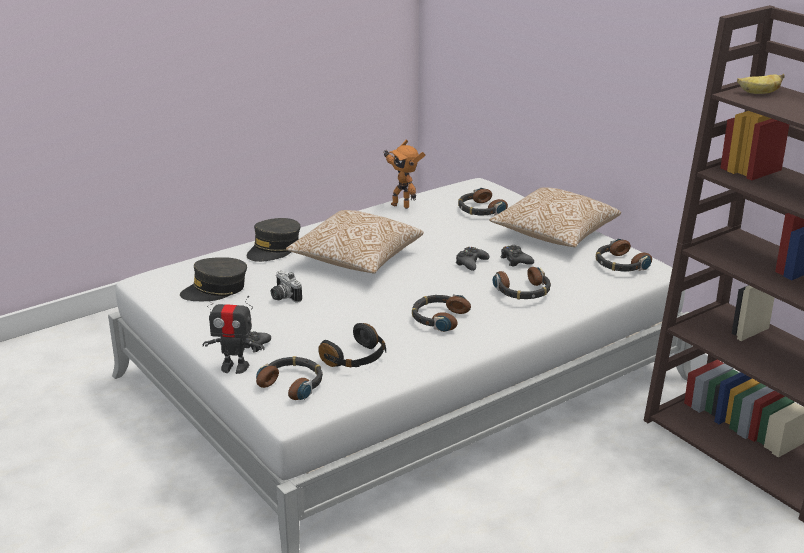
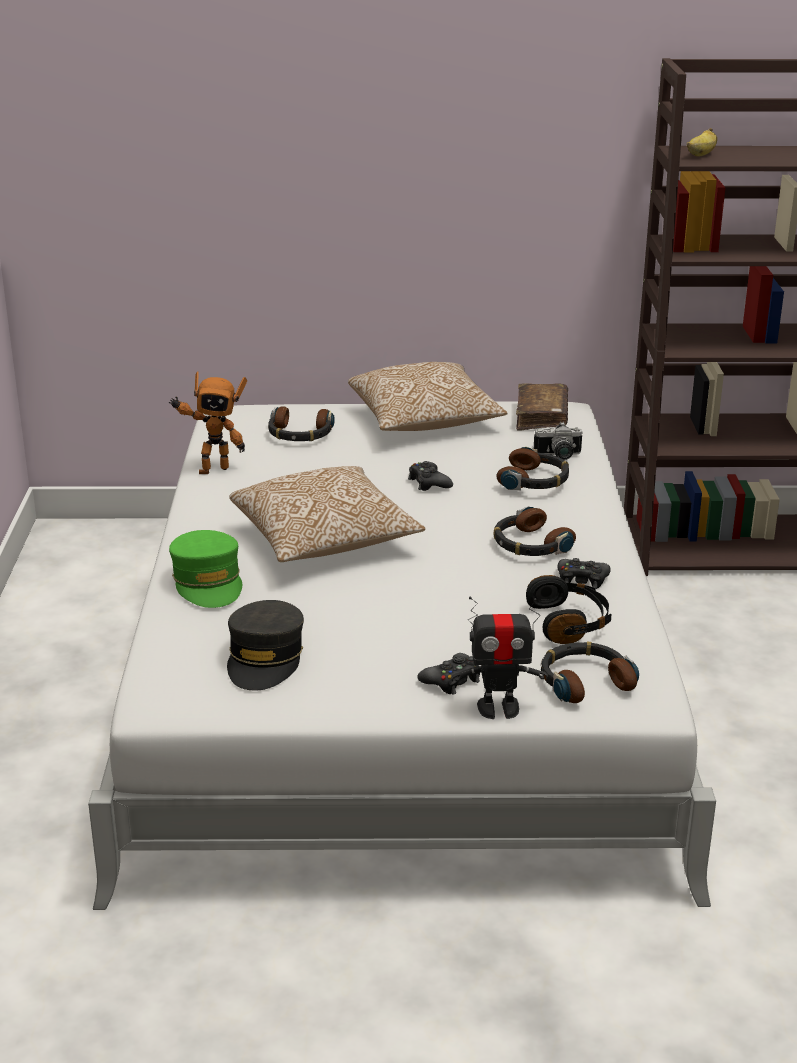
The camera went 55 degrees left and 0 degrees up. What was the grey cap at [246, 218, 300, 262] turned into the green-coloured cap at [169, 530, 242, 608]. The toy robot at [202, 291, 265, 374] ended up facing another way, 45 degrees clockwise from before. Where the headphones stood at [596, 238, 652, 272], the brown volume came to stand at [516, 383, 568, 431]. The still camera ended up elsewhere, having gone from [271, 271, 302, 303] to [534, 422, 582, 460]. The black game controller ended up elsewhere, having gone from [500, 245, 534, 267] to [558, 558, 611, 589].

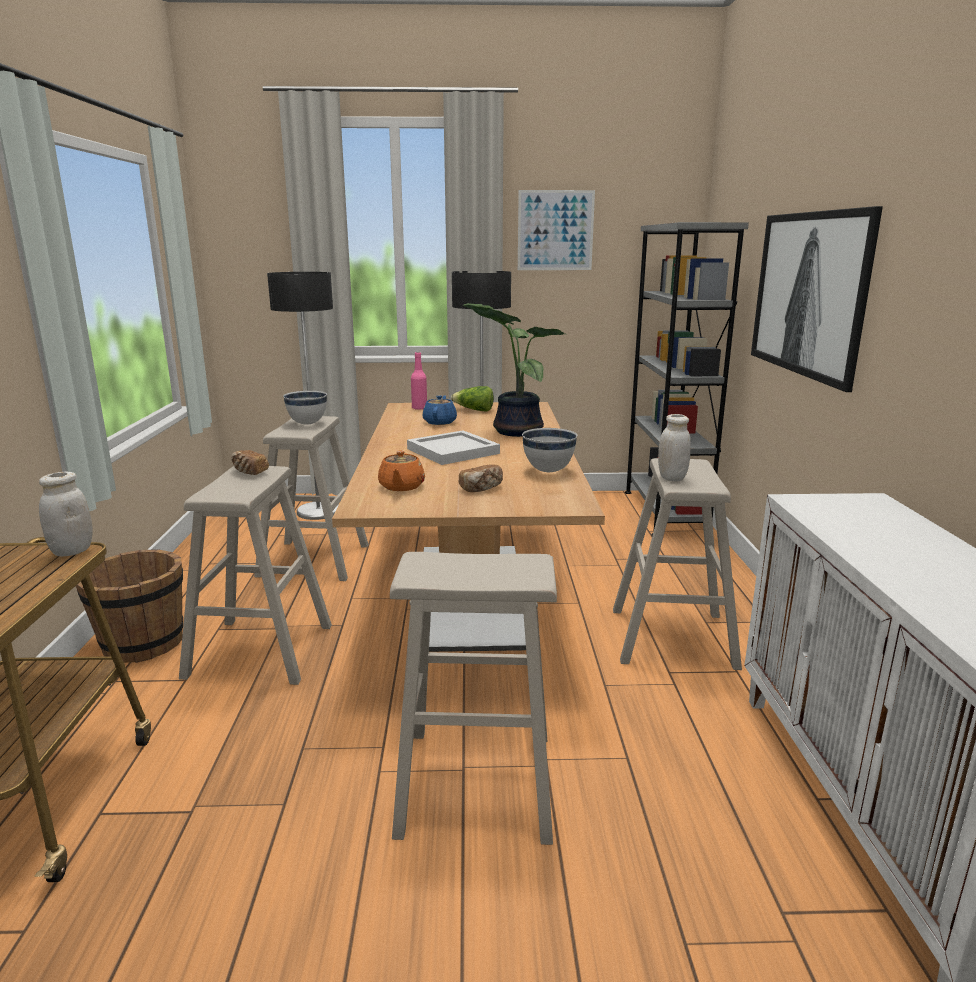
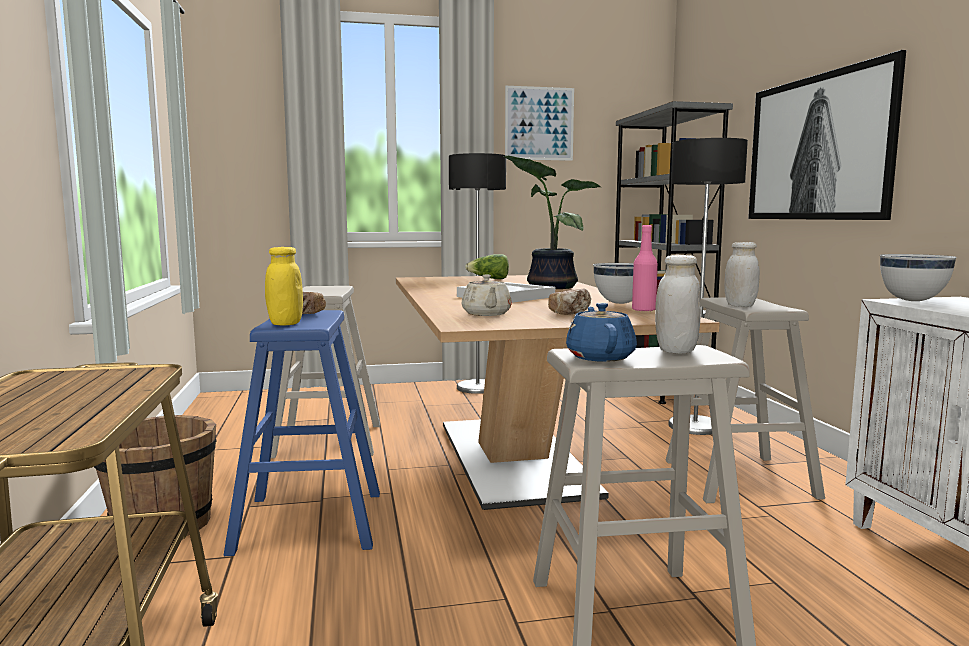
The camera went 10 degrees left and 10 degrees down. What was the sand-coloured stool at [179, 466, 332, 685] turned into the blue stool at [223, 310, 380, 556]. The second view gained the yellow jar at [265, 247, 303, 326]. What was the orange-coloured teapot at [378, 450, 425, 491] turned into the sand-coloured teapot at [461, 274, 512, 316]. The blue teapot ended up elsewhere, having gone from [423, 395, 457, 425] to [566, 303, 637, 362]. The pink-coloured bottle ended up elsewhere, having gone from [411, 352, 427, 410] to [632, 225, 658, 312]. The whitish jar ended up elsewhere, having gone from [39, 472, 93, 556] to [655, 255, 701, 353]. The standard lamp ended up elsewhere, having gone from [267, 272, 338, 520] to [668, 138, 748, 435]. The whitish bowl ended up elsewhere, having gone from [283, 391, 327, 425] to [880, 254, 957, 301].

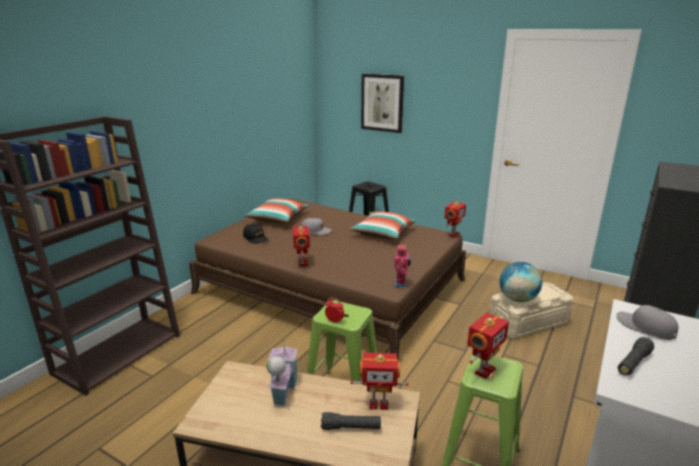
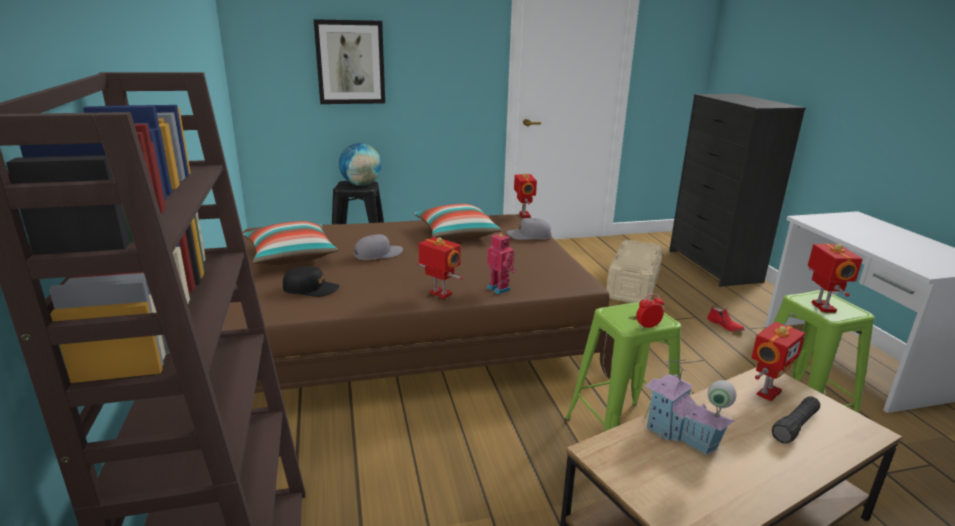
The camera went 45 degrees left and 0 degrees up. The world globe ended up elsewhere, having gone from [499, 262, 542, 302] to [339, 143, 382, 186]. The toy robot ended up elsewhere, having gone from [394, 245, 411, 287] to [486, 232, 516, 294]. The grey cap ended up elsewhere, having gone from [616, 305, 678, 340] to [507, 218, 552, 240]. The second view gained the red shoe at [707, 306, 745, 331]. The second view lost the black hand torch at [618, 337, 654, 376].

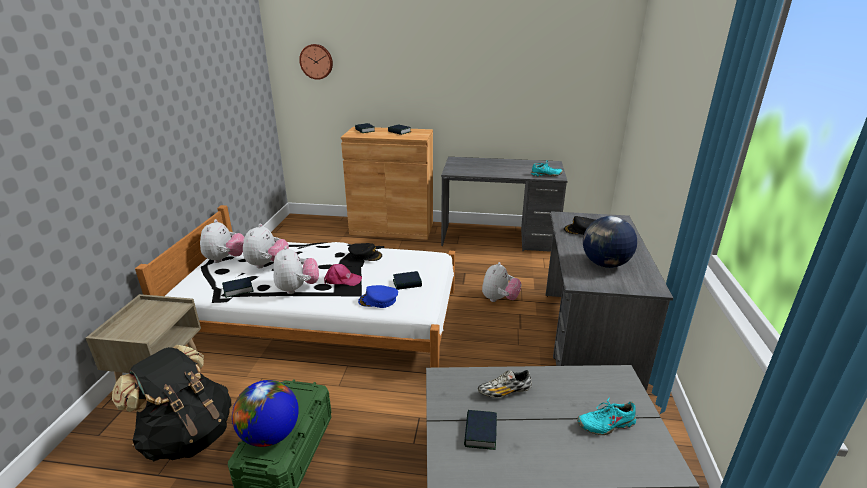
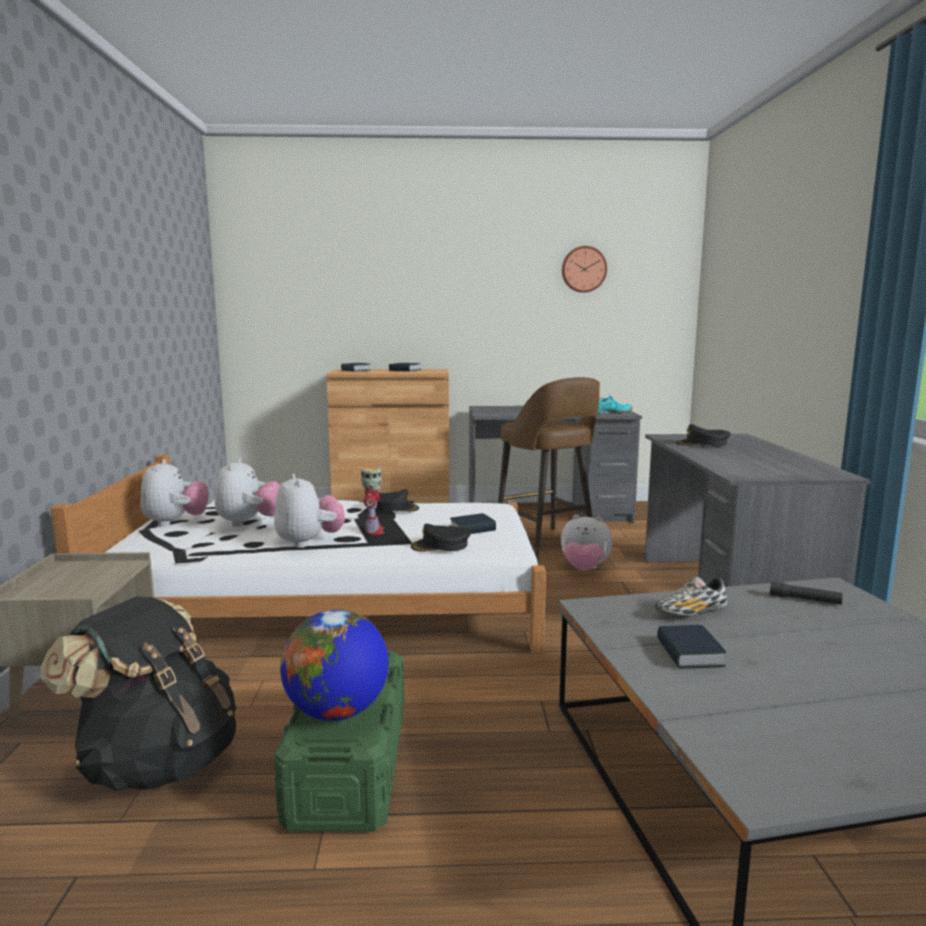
The camera went 10 degrees left and 15 degrees down. Where the pink-coloured cap stood at [324, 264, 362, 286], the toy robot came to stand at [361, 468, 384, 535]. What was the blue cap at [358, 285, 398, 308] turned into the black cap at [411, 524, 471, 552]. The second view gained the brown stool at [498, 377, 600, 560]. The plush toy at [482, 262, 521, 302] ended up facing another way, 90 degrees clockwise from before. The hanging clock ended up elsewhere, having gone from [299, 44, 333, 80] to [562, 246, 607, 293]. The second view gained the black hand torch at [770, 581, 843, 605]. The second view lost the volume at [222, 277, 254, 298]. The second view lost the turquoise shoe at [577, 398, 636, 435]. The second view lost the world globe at [583, 216, 637, 268].

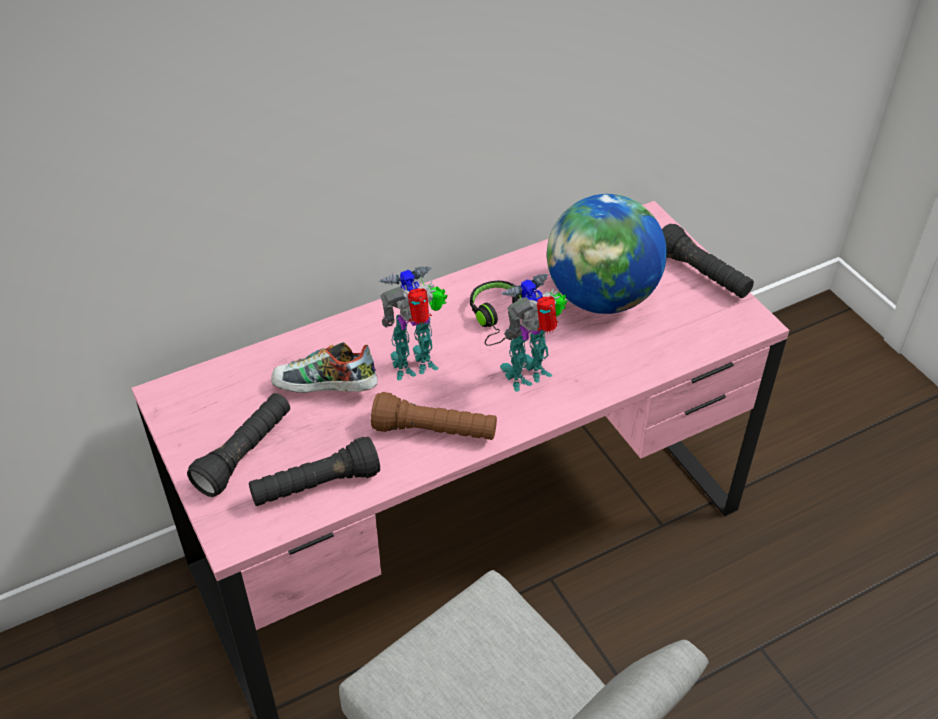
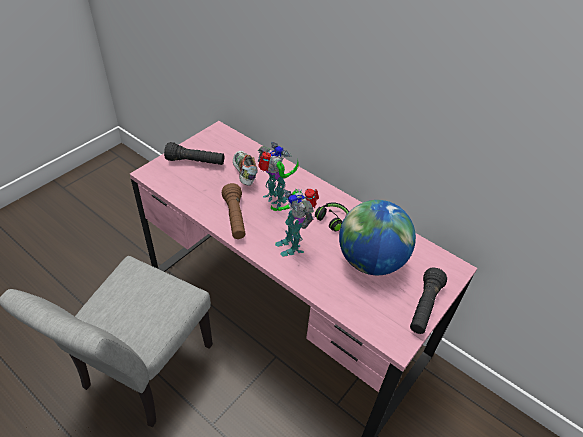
The camera went 65 degrees right and 0 degrees up. The toy robot at [500, 274, 568, 392] ended up facing another way, 150 degrees counterclockwise from before. The second view lost the black hand torch at [249, 437, 380, 506].

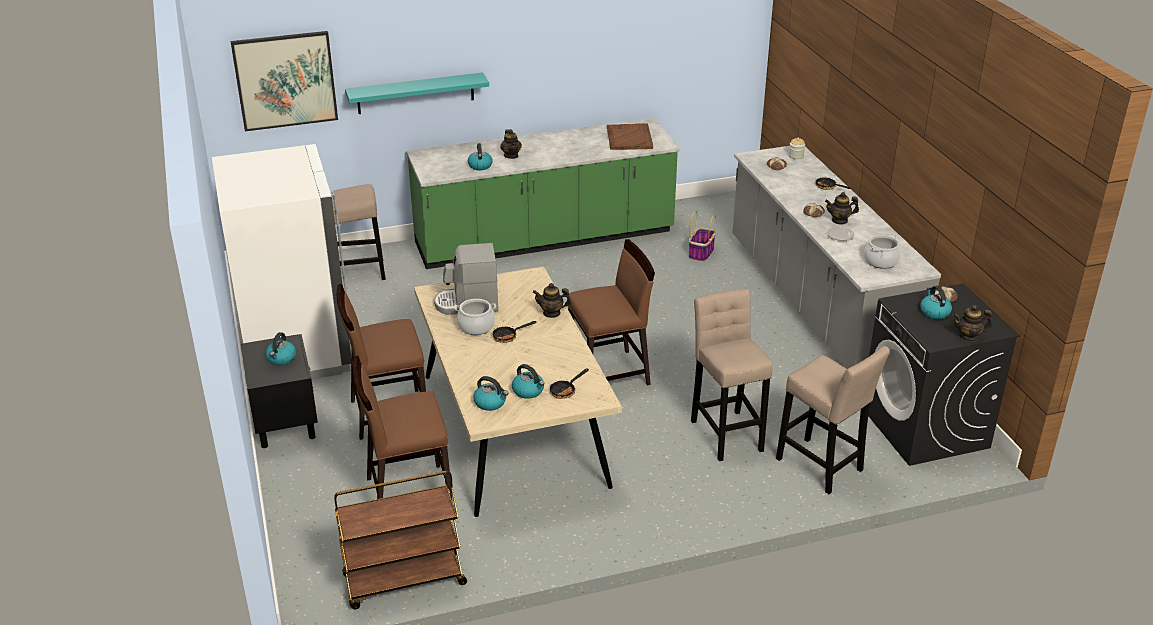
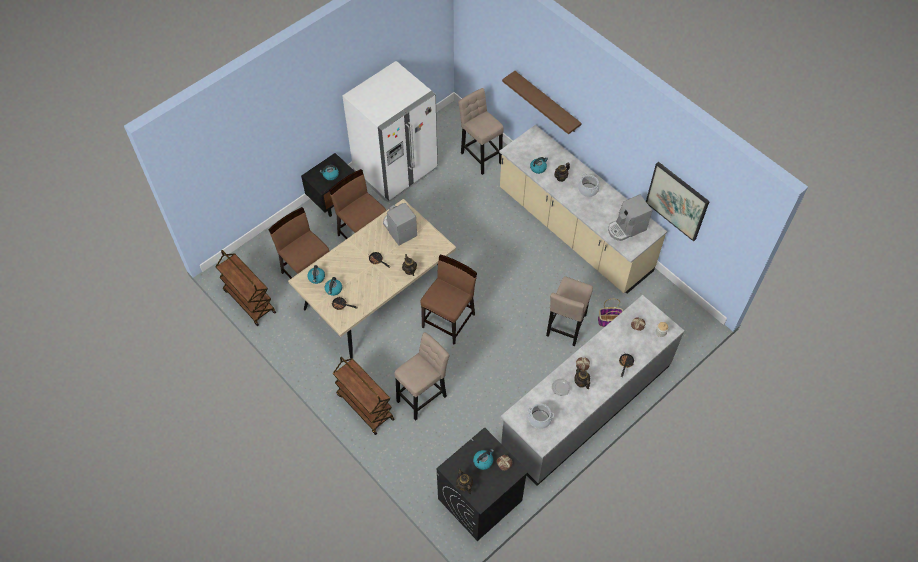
The camera went 65 degrees right and 25 degrees up. The second view gained the brown wheeled cart at [333, 357, 395, 435]. The brown chair at [568, 239, 655, 385] ended up facing another way, 105 degrees counterclockwise from before. What was the green-coloured counter at [406, 118, 680, 269] turned into the sand-coloured counter at [499, 125, 667, 293]. What was the turquoise wall shelf at [345, 72, 489, 114] turned into the brown wall shelf at [502, 71, 582, 134]. The sand-coloured stool ended up elsewhere, having gone from [776, 346, 890, 494] to [546, 276, 593, 346]. The stockpot ended up elsewhere, having gone from [454, 299, 496, 335] to [578, 173, 600, 197]. Where the brown carrying tray stood at [607, 123, 653, 150], the coffee brewer came to stand at [608, 194, 652, 241]. The wall picture ended up elsewhere, having gone from [230, 31, 338, 131] to [646, 162, 710, 242].

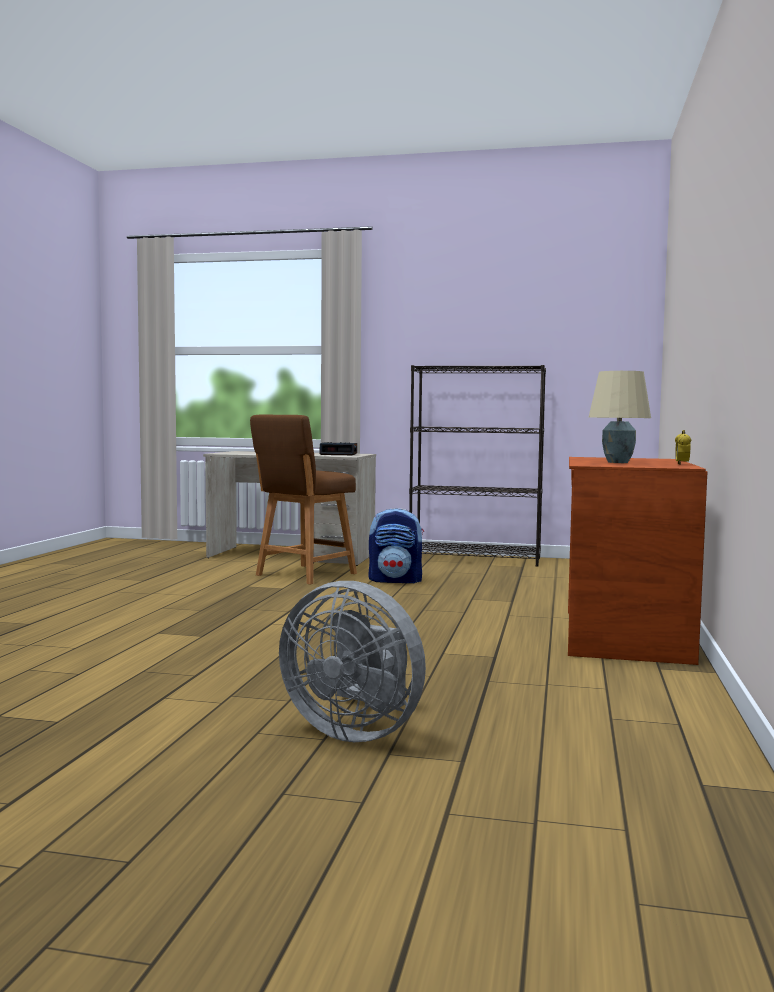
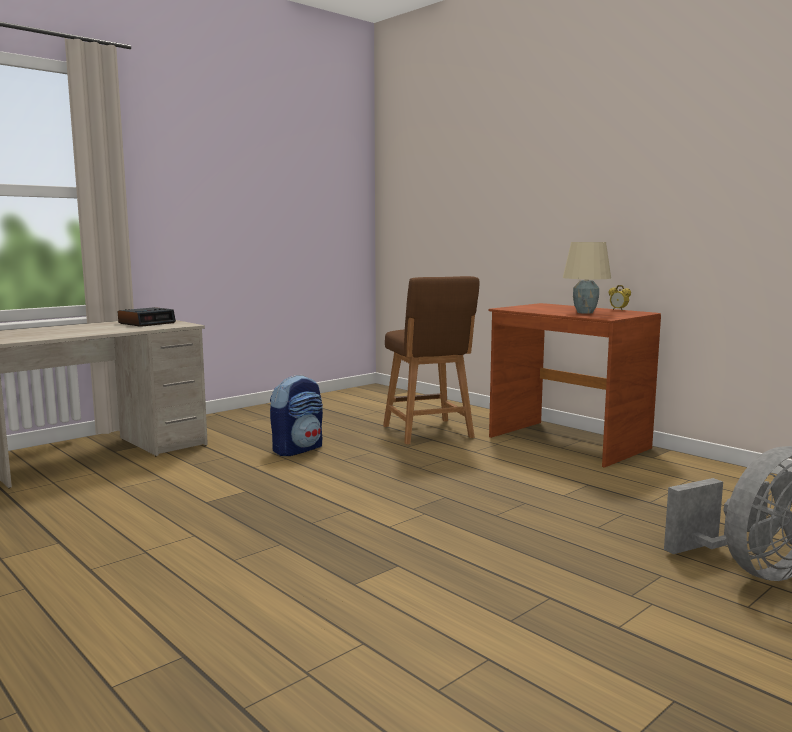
The camera went 55 degrees left and 5 degrees up. The brown stool ended up elsewhere, having gone from [250, 414, 357, 585] to [383, 276, 480, 444]. The second view lost the black bookcase at [409, 365, 546, 567].

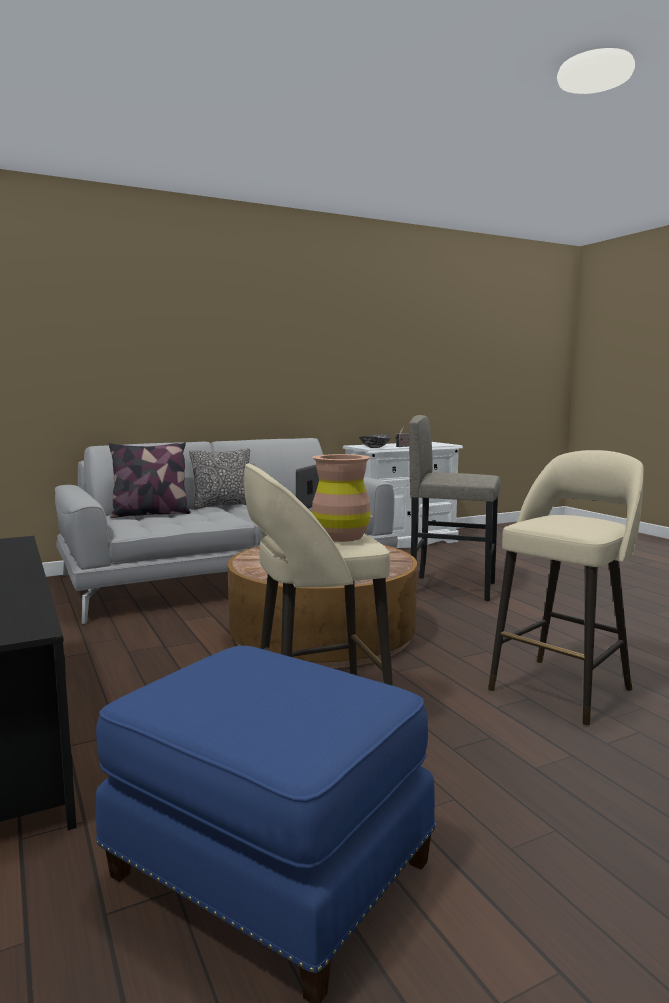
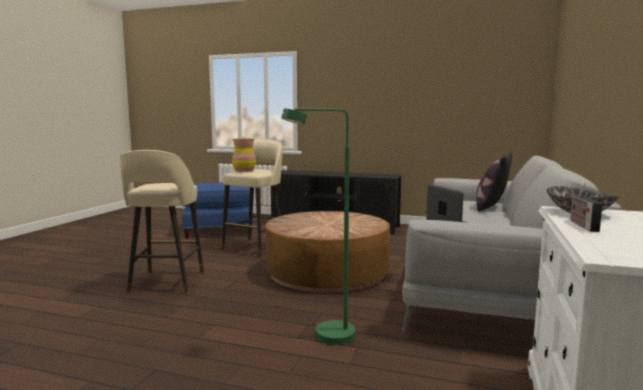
The camera went 135 degrees right and 0 degrees up. Where the grey stool stood at [409, 415, 501, 601], the green-coloured standard lamp came to stand at [281, 108, 355, 345]. The second view lost the pillow at [189, 448, 250, 509].

